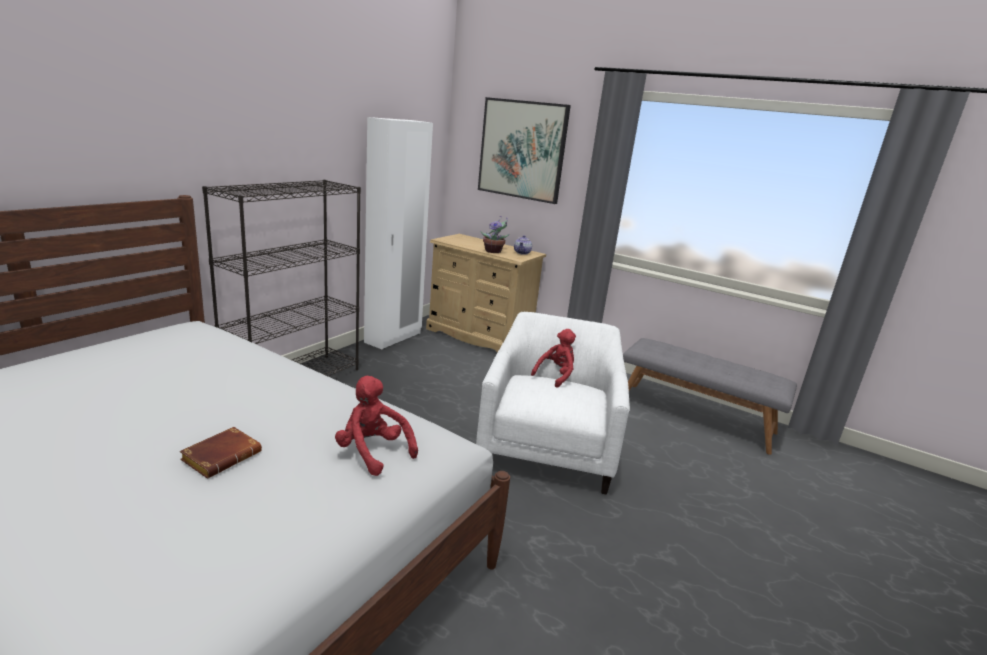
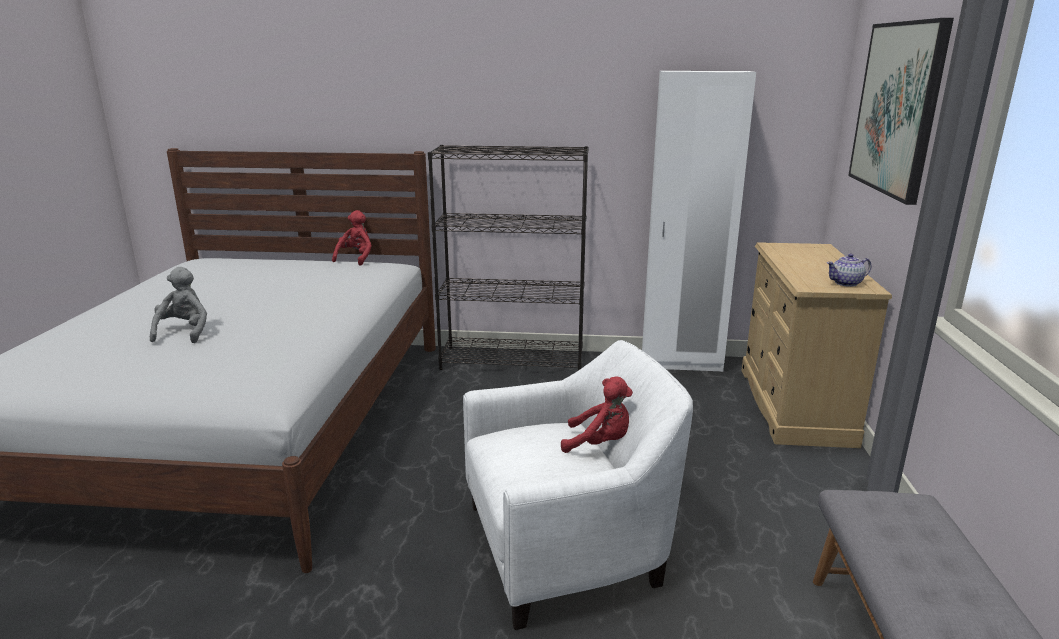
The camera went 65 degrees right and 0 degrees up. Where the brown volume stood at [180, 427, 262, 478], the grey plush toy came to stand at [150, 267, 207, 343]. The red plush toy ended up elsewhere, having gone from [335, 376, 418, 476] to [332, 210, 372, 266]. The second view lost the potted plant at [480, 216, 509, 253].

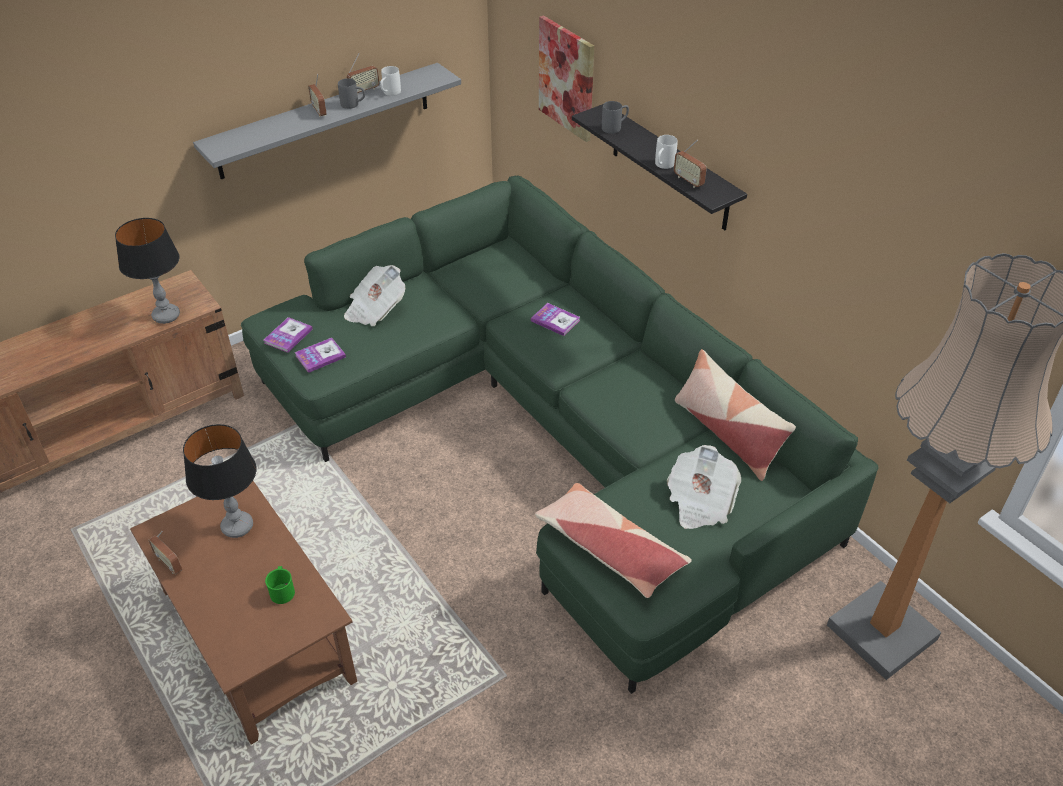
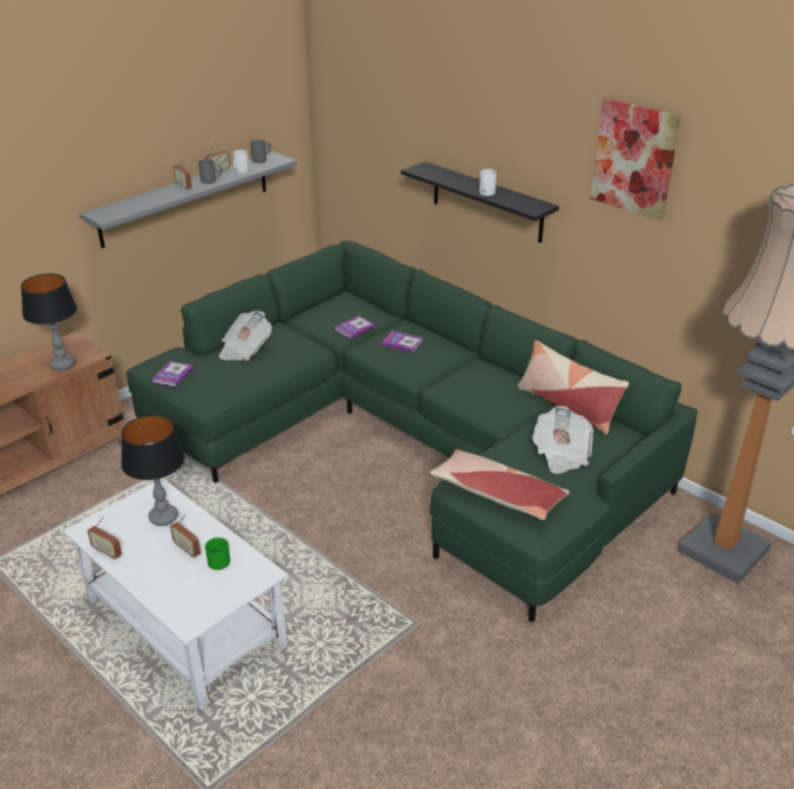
The camera went 10 degrees left and 10 degrees down. What was the brown coffee table at [130, 481, 357, 745] turned into the whitish coffee table at [63, 478, 288, 709]. The radio set ended up elsewhere, having gone from [674, 140, 707, 188] to [170, 514, 201, 558]. The grey mug ended up elsewhere, having gone from [602, 101, 629, 134] to [251, 140, 271, 163]. The volume ended up elsewhere, having gone from [295, 338, 346, 373] to [335, 316, 375, 339]. The wall picture ended up elsewhere, having gone from [539, 15, 594, 142] to [591, 98, 681, 221].

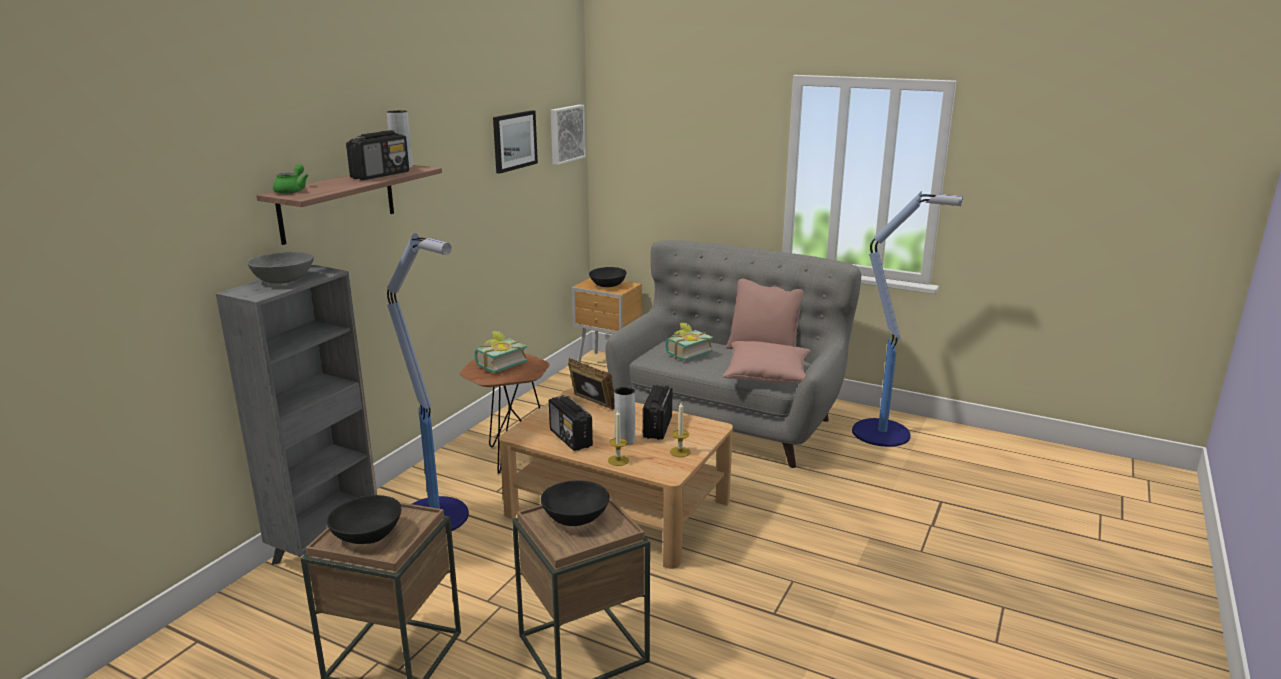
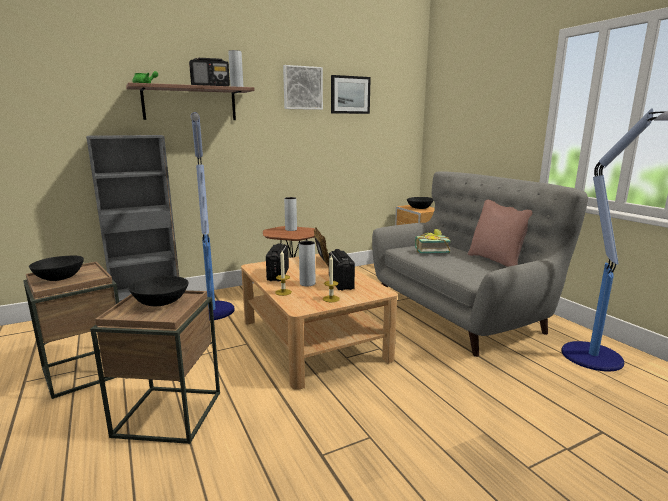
The camera went 35 degrees right and 5 degrees down. The wall picture ended up elsewhere, having gone from [551, 105, 586, 165] to [283, 65, 323, 110]. Where the volume stood at [475, 331, 528, 373], the grey vase came to stand at [284, 197, 297, 231]. The radio set at [643, 385, 672, 440] ended up facing another way, 120 degrees clockwise from before. The second view lost the grey bowl at [247, 252, 314, 284]. The second view lost the pink-coloured pillow at [723, 341, 811, 383].

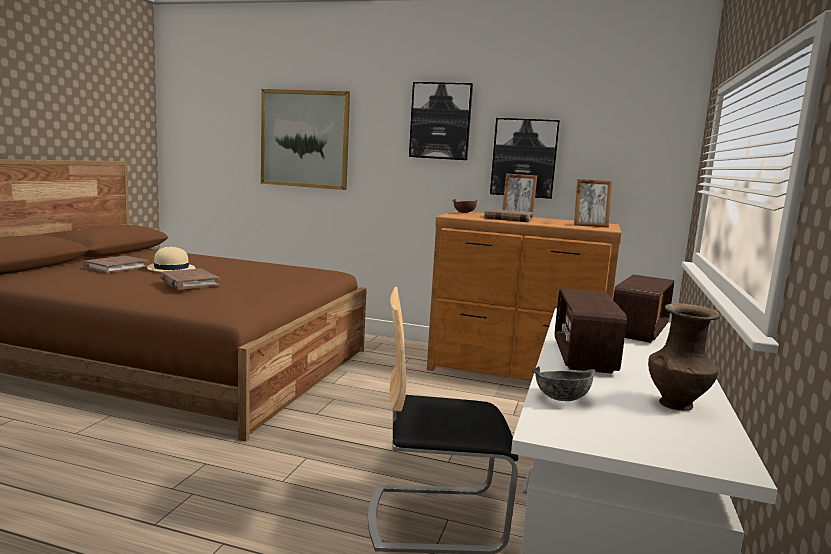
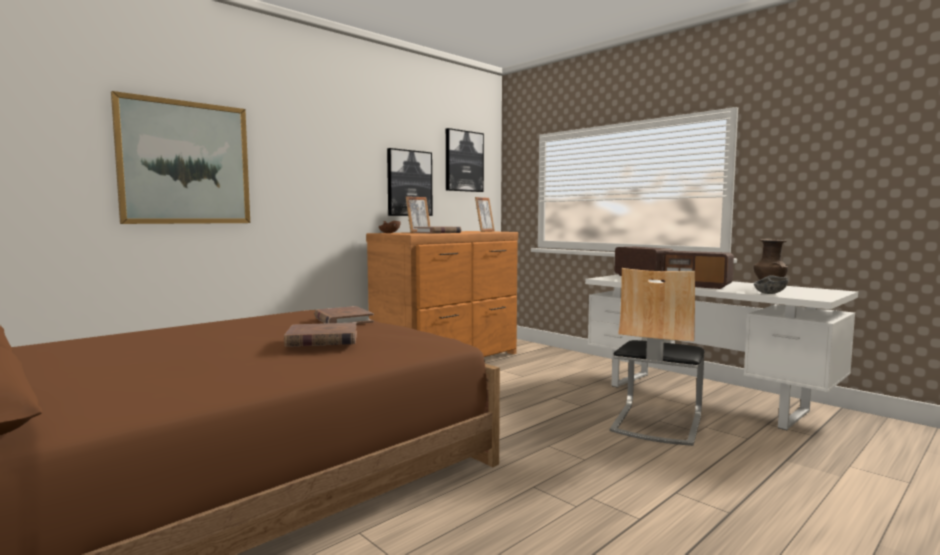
The camera went 60 degrees left and 5 degrees down. The brown volume ended up elsewhere, having gone from [84, 256, 148, 273] to [314, 306, 374, 324]. The wall picture ended up elsewhere, having gone from [409, 82, 473, 160] to [446, 128, 484, 192]. The second view lost the sand-coloured clothing hat at [147, 246, 196, 272].

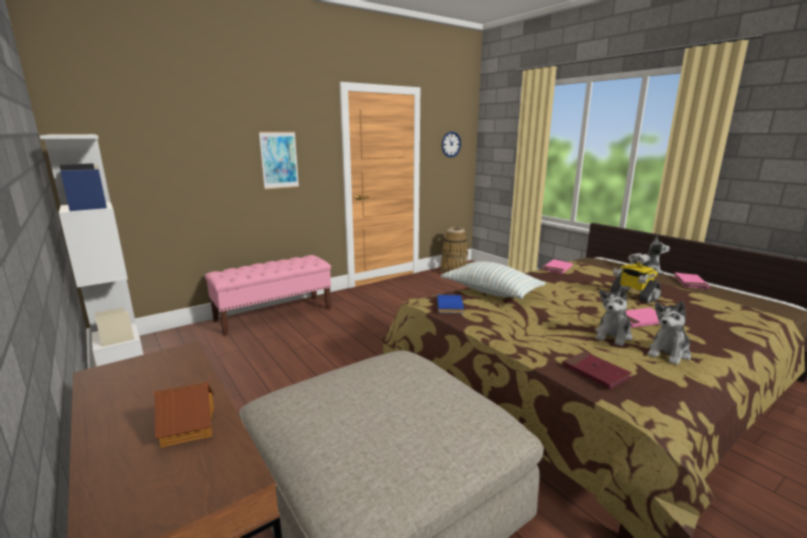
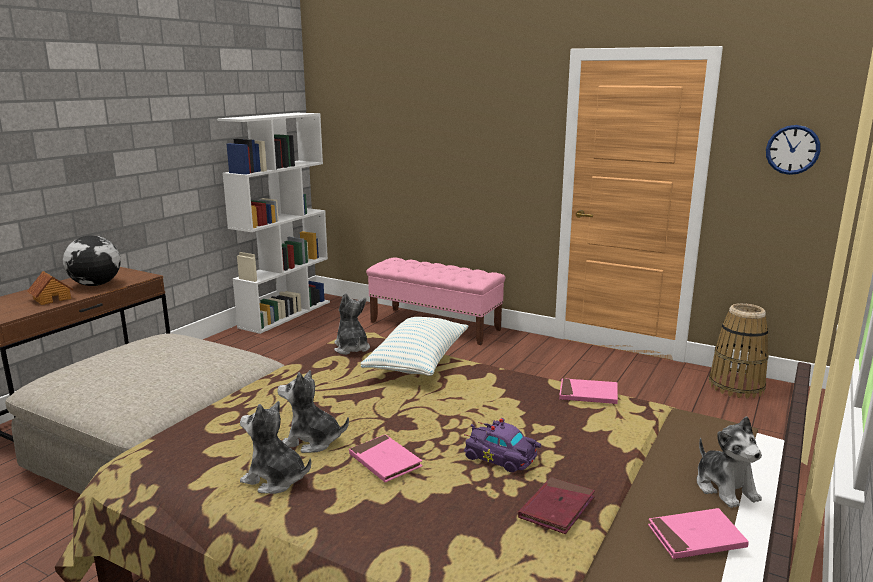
The camera went 65 degrees right and 0 degrees up. The second view gained the world globe at [63, 235, 121, 286]. Where the blue volume stood at [437, 295, 464, 313], the plush toy came to stand at [334, 293, 370, 355]. Where the toy robot stood at [610, 253, 662, 303], the purplish miniature car came to stand at [464, 418, 541, 472]. The red volume ended up elsewhere, having gone from [562, 351, 632, 389] to [518, 477, 595, 534]. The second view lost the wall picture at [259, 132, 299, 189].

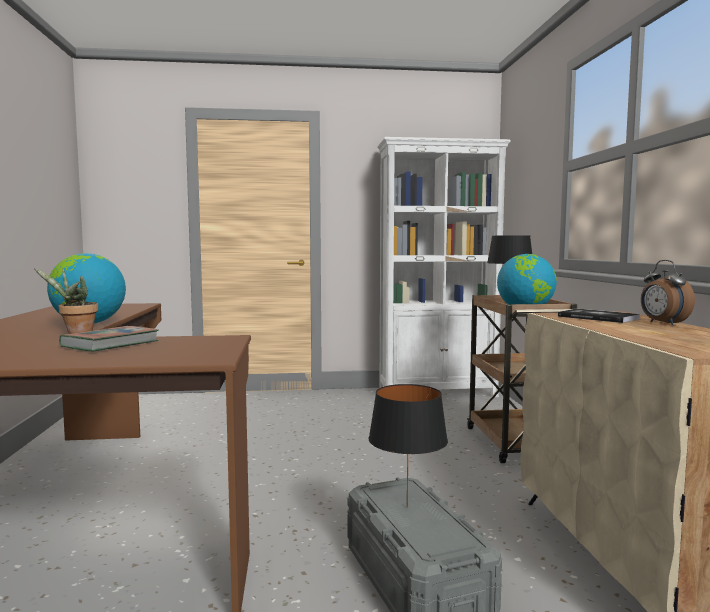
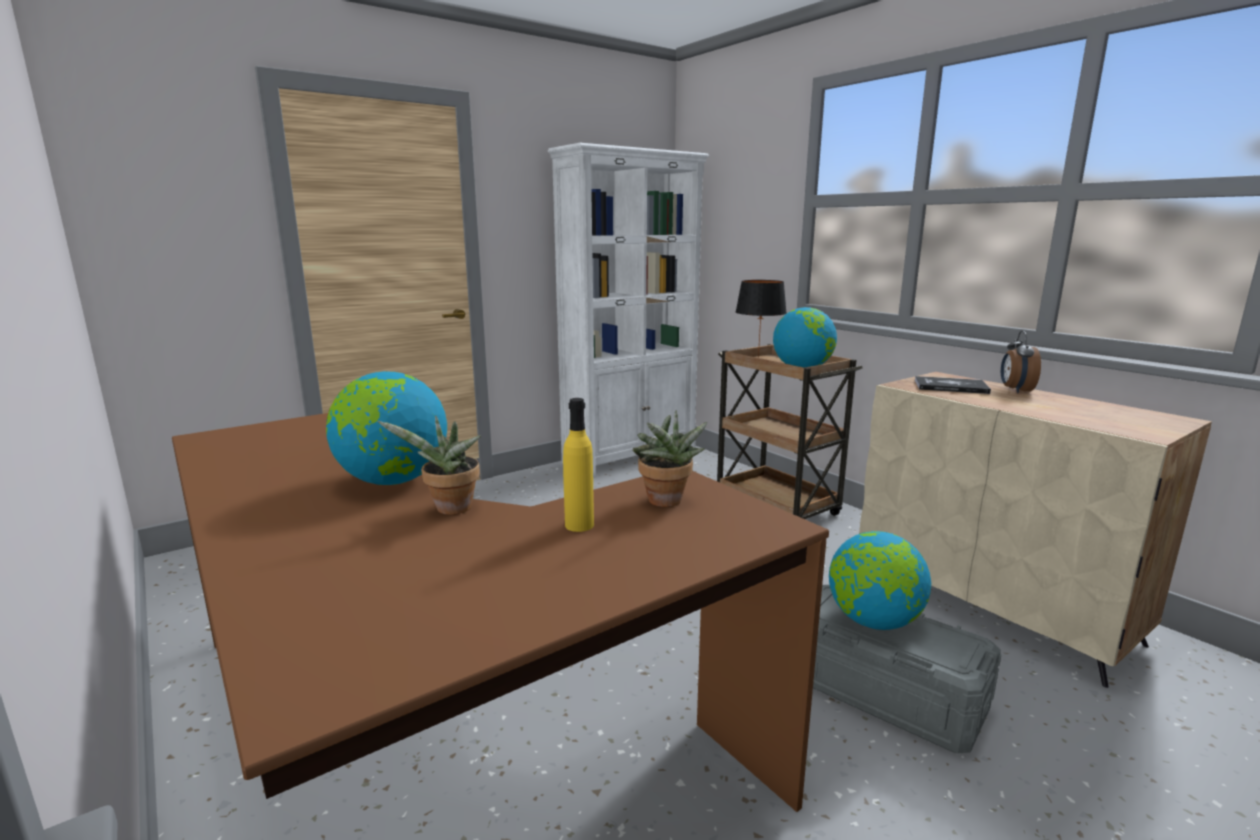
The camera went 30 degrees left and 10 degrees up. Where the volume stood at [59, 326, 159, 352], the yellow bottle came to stand at [563, 398, 594, 532]. The second view gained the potted plant at [632, 410, 707, 507]. Where the black table lamp stood at [368, 384, 448, 508], the world globe came to stand at [829, 531, 931, 630]. The alarm clock at [641, 260, 695, 325] ended up facing another way, 60 degrees clockwise from before.

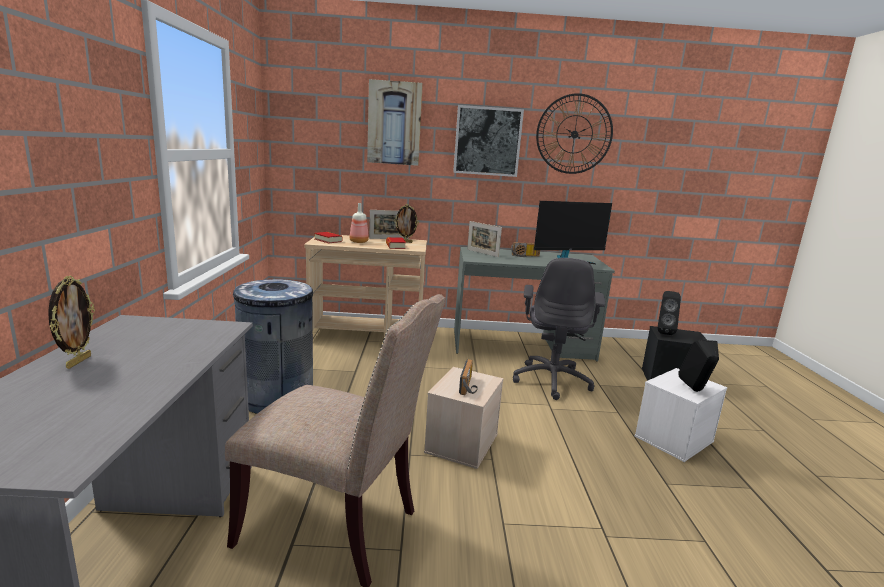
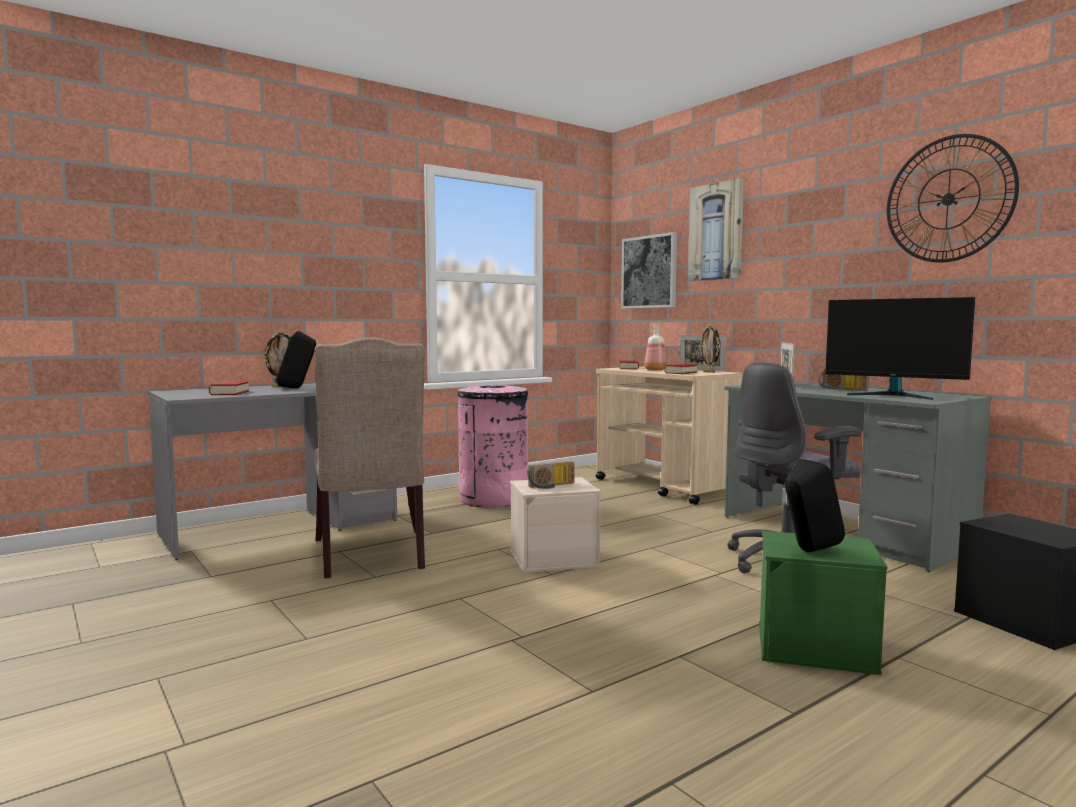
The camera went 55 degrees right and 10 degrees down. The second view gained the volume at [209, 381, 249, 395]. The black audio speaker ended up elsewhere, having gone from [658, 291, 681, 335] to [275, 331, 316, 388]. What was the grey trash can at [230, 279, 313, 414] turned into the pink-coloured trash can at [457, 385, 528, 507]. The wall picture ended up elsewhere, having gone from [453, 105, 524, 177] to [621, 232, 677, 309]. What was the whitish storage box at [635, 368, 727, 462] turned into the green-coloured storage box at [759, 531, 887, 675].

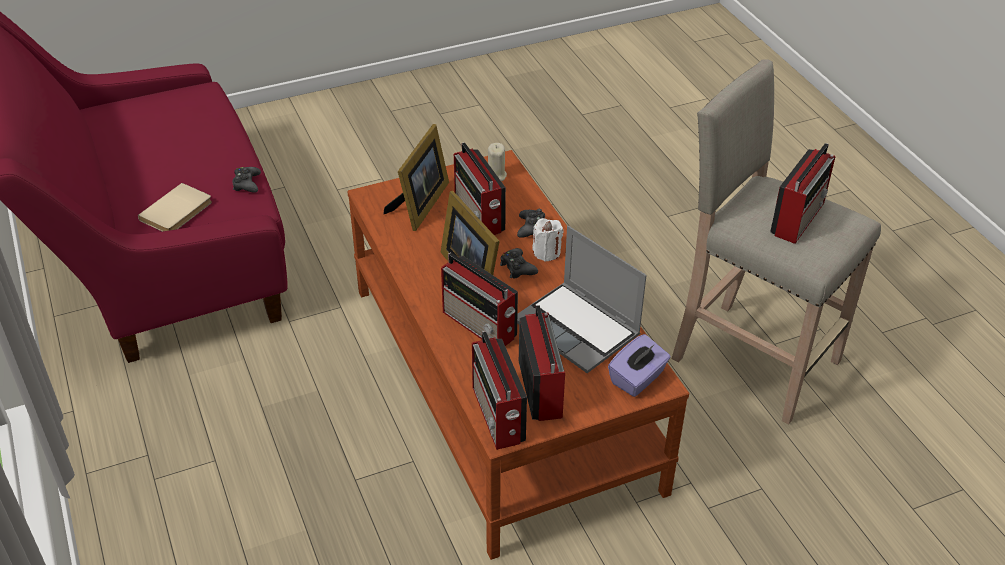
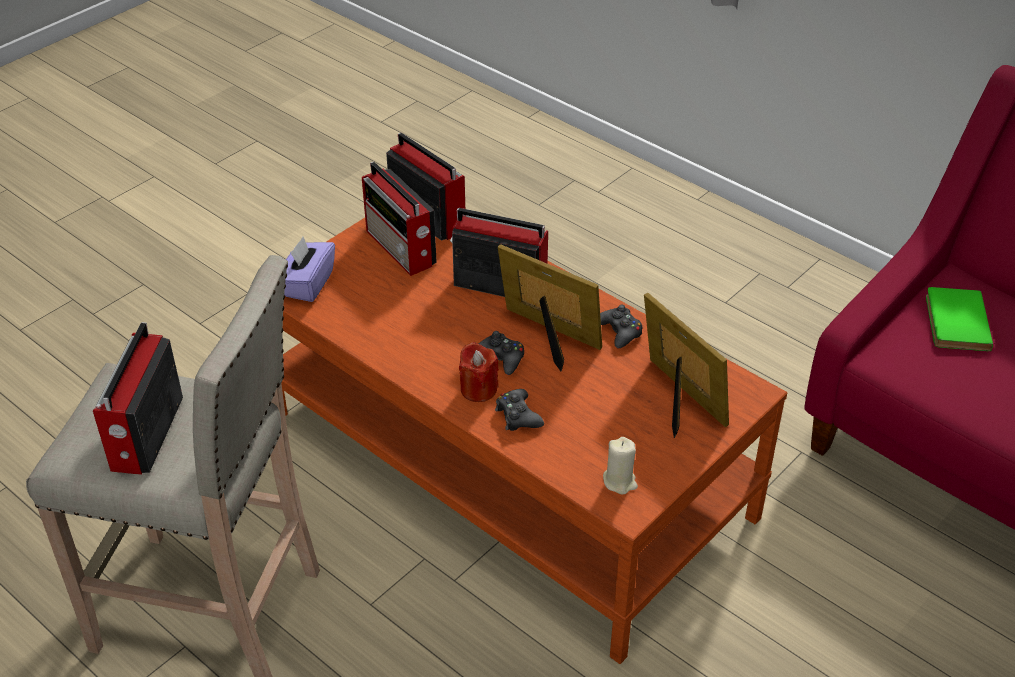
The camera went 155 degrees right and 0 degrees up. What was the whitish wax light at [532, 218, 563, 262] turned into the red wax light at [459, 342, 499, 402]. The black game controller ended up elsewhere, having gone from [233, 167, 261, 193] to [600, 304, 643, 348]. The picture frame at [383, 124, 449, 231] ended up facing another way, 150 degrees clockwise from before. What was the sand-coloured volume at [138, 183, 212, 232] turned into the green-coloured volume at [926, 287, 993, 351]. The second view lost the radio set at [454, 142, 506, 235]. The second view lost the portable computer at [517, 226, 646, 373].

